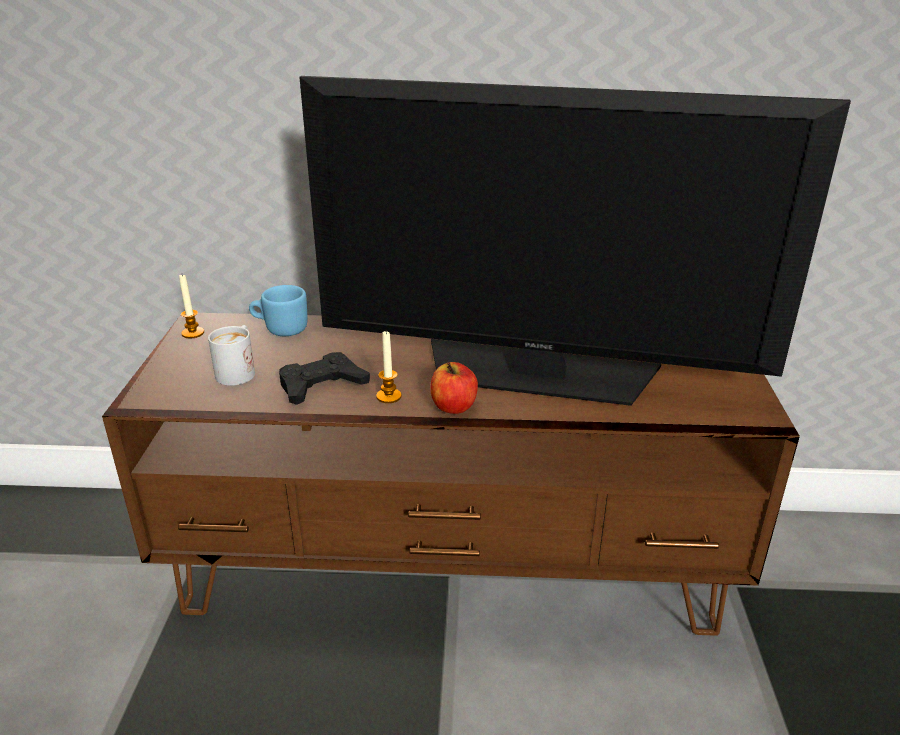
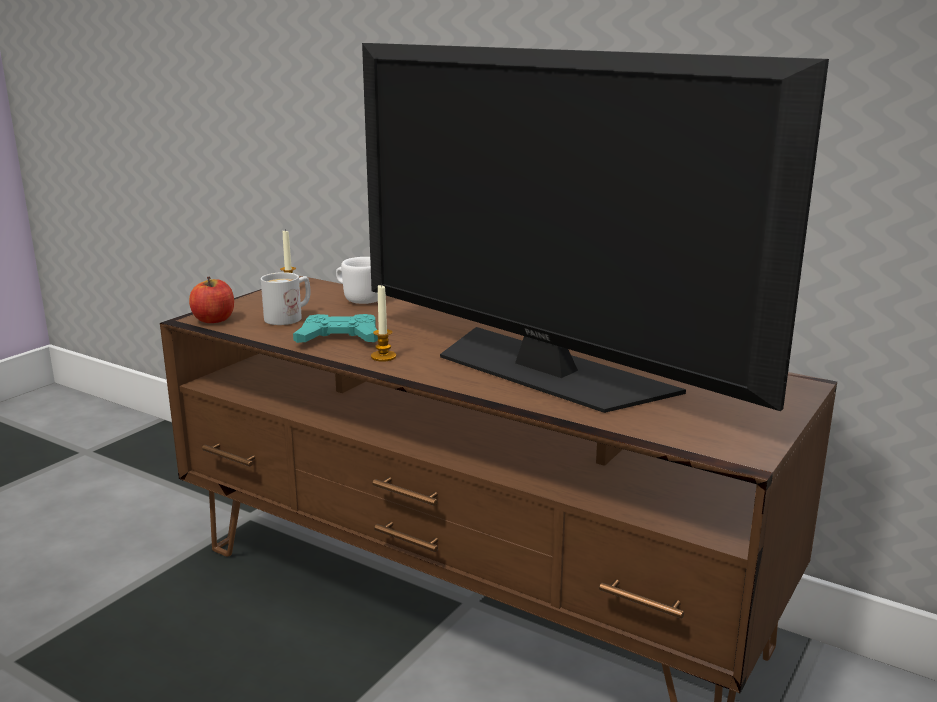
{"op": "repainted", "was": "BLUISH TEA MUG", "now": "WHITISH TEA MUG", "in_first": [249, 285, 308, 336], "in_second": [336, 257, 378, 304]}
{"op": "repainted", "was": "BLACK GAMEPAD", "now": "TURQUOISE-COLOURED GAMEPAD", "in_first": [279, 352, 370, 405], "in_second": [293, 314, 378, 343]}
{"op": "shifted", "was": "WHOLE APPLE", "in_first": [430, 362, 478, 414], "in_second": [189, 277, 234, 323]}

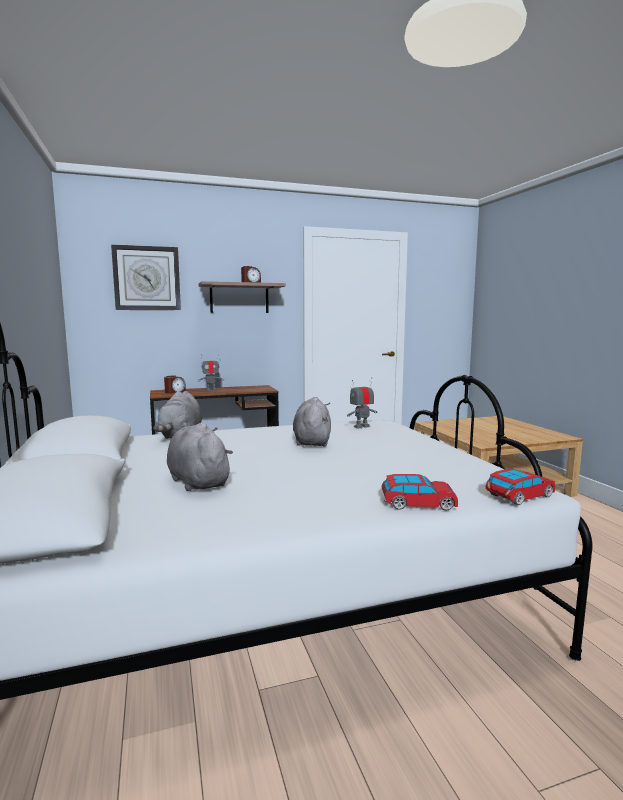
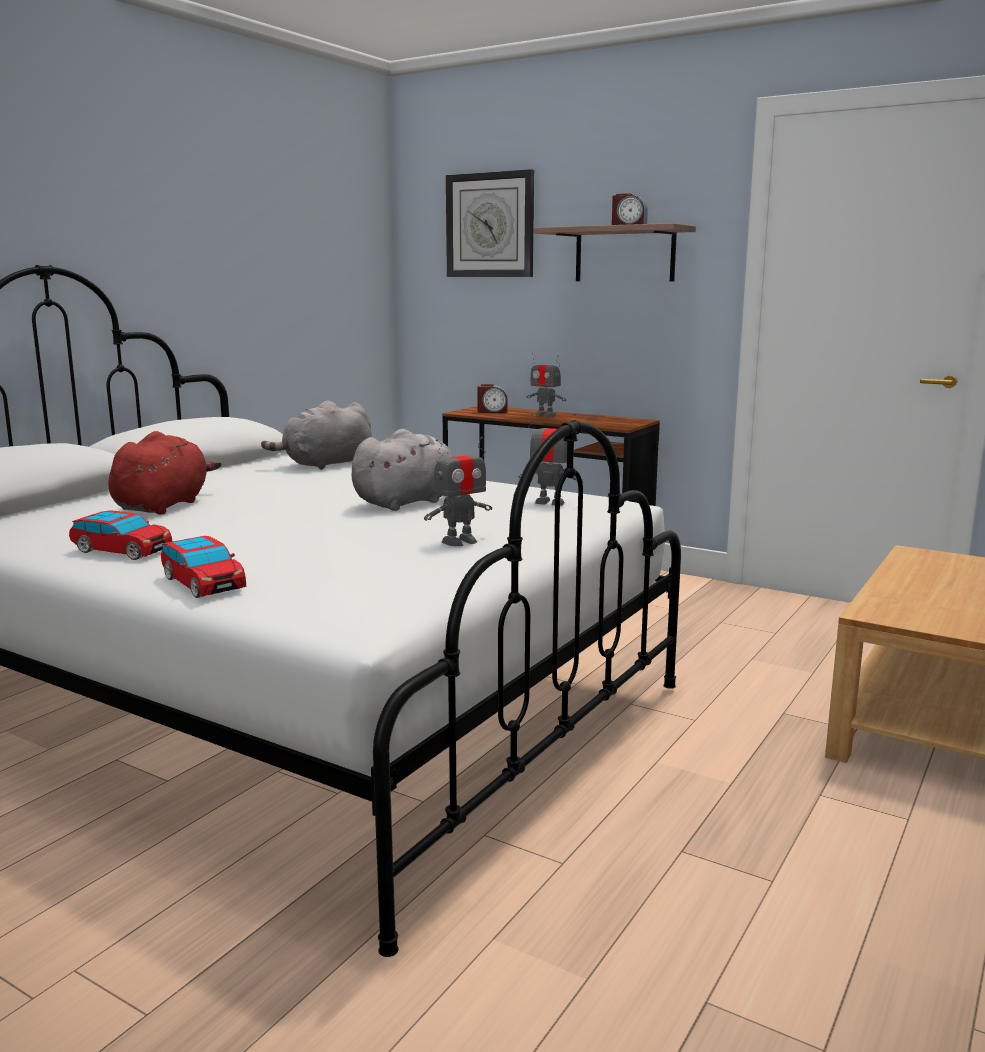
{"op": "repainted", "was": "GREY SOFT TOY", "now": "RED SOFT TOY", "in_first": [167, 422, 233, 491], "in_second": [108, 431, 221, 515]}
{"op": "shifted", "was": "TOY CAR", "in_first": [486, 468, 555, 505], "in_second": [69, 510, 173, 560]}
{"op": "new", "now": "MODEL ROBOT", "in_second": [424, 437, 492, 546]}

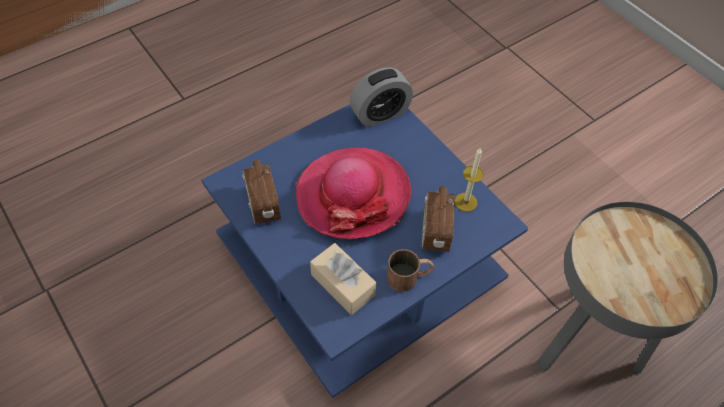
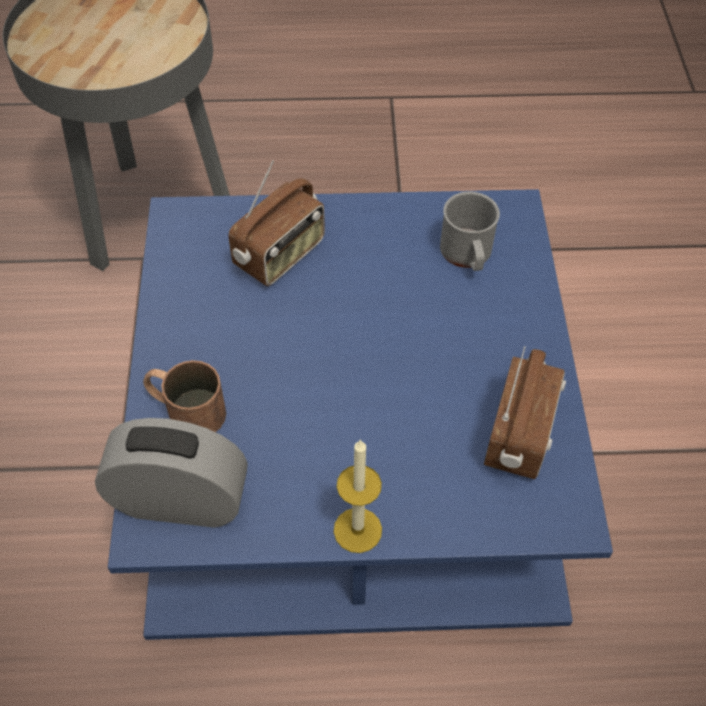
{"op": "gone", "was": "HAT", "in_first": [296, 148, 411, 239]}
{"op": "swapped", "was": "BEIGE-COLOURED TISSUE HOLDER", "now": "GREY TEA MUG", "in_first": [310, 243, 376, 315], "in_second": [440, 192, 500, 271]}
{"op": "shifted", "was": "BROWN-COLOURED TEA MUG", "in_first": [387, 249, 434, 292], "in_second": [143, 360, 226, 432]}
{"op": "shifted", "was": "WAX LIGHT", "in_first": [455, 148, 484, 212], "in_second": [334, 439, 382, 553]}

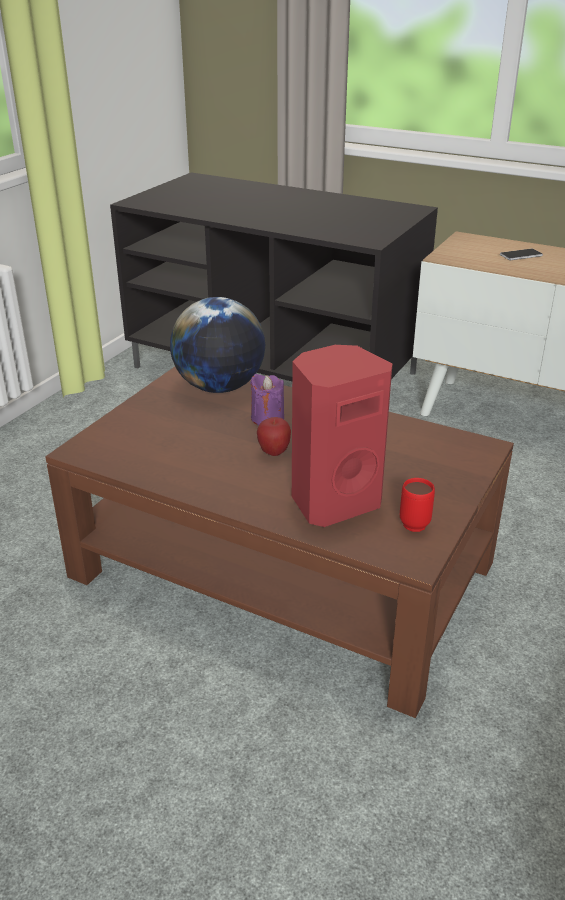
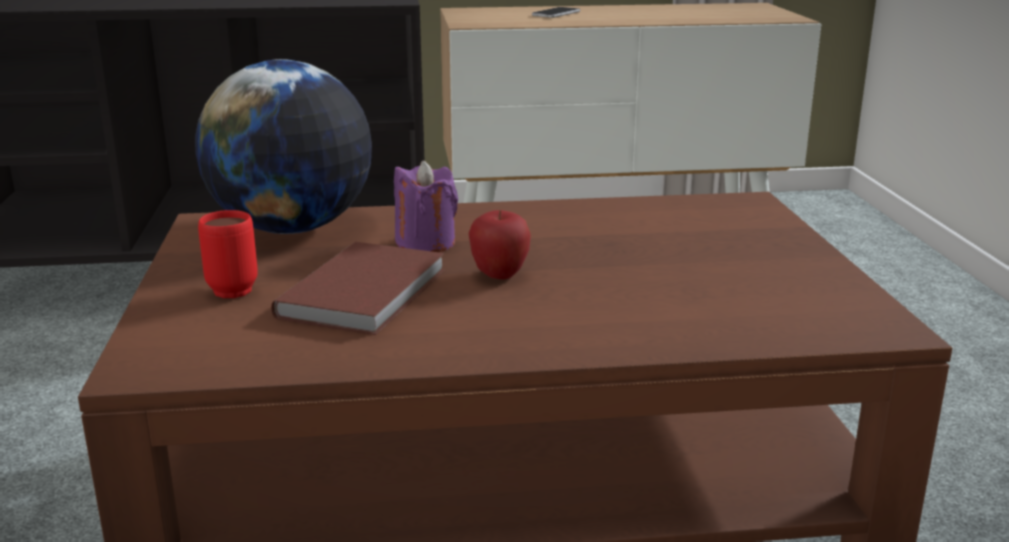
{"op": "gone", "was": "RED LOUDSPEAKER", "in_first": [292, 345, 392, 527]}
{"op": "shifted", "was": "RED TEA MUG", "in_first": [400, 478, 435, 532], "in_second": [198, 210, 258, 298]}
{"op": "new", "now": "BROWN-COLOURED BOUND BOOK", "in_second": [271, 242, 445, 335]}

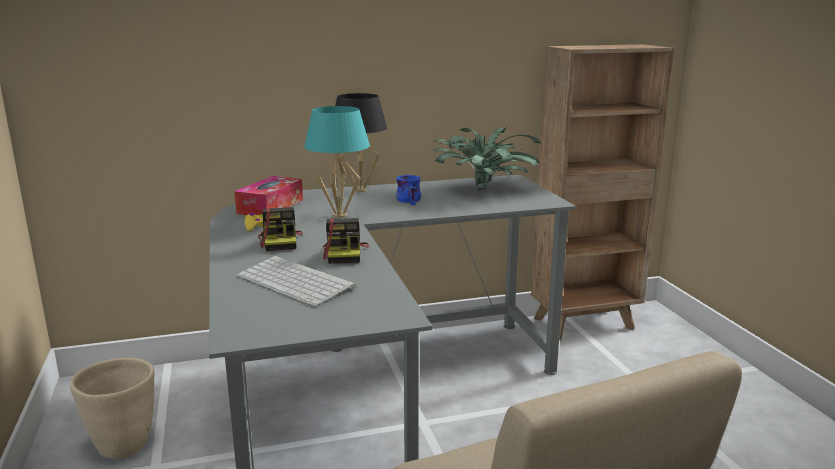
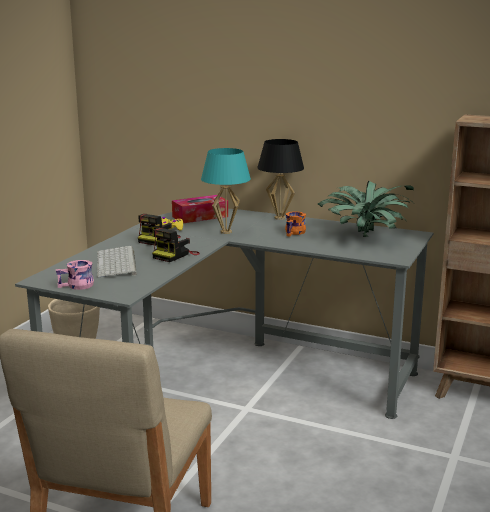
{"op": "repainted", "was": "BLUISH TEA MUG", "now": "ORANGE TEA MUG", "in_first": [396, 175, 421, 205], "in_second": [285, 211, 306, 237]}
{"op": "new", "now": "PINKISH TEA MUG", "in_second": [56, 260, 94, 290]}

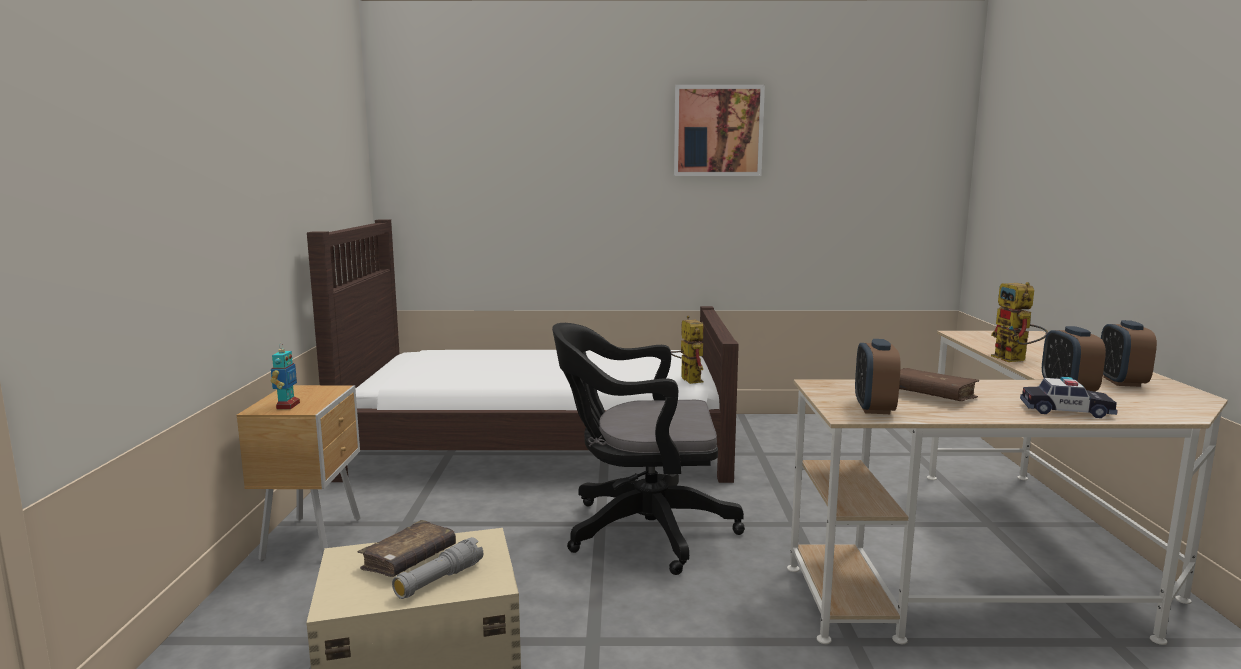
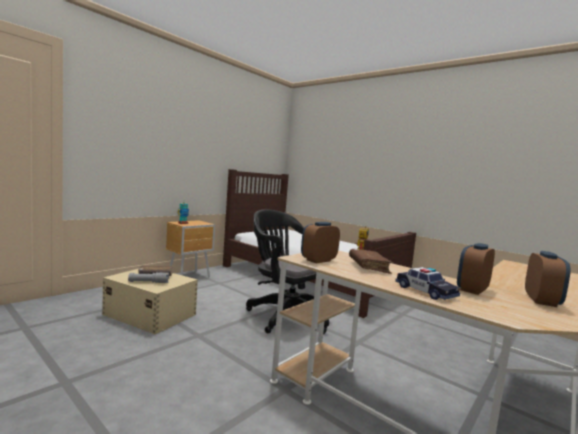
{"op": "gone", "was": "WALL PICTURE", "in_first": [674, 85, 765, 176]}
{"op": "gone", "was": "MODEL ROBOT", "in_first": [991, 282, 1048, 362]}
{"op": "rotated", "was": "BEDSIDE CLOCK", "in_first": [1101, 320, 1157, 387], "in_second": [525, 251, 571, 307], "clockwise": 150}

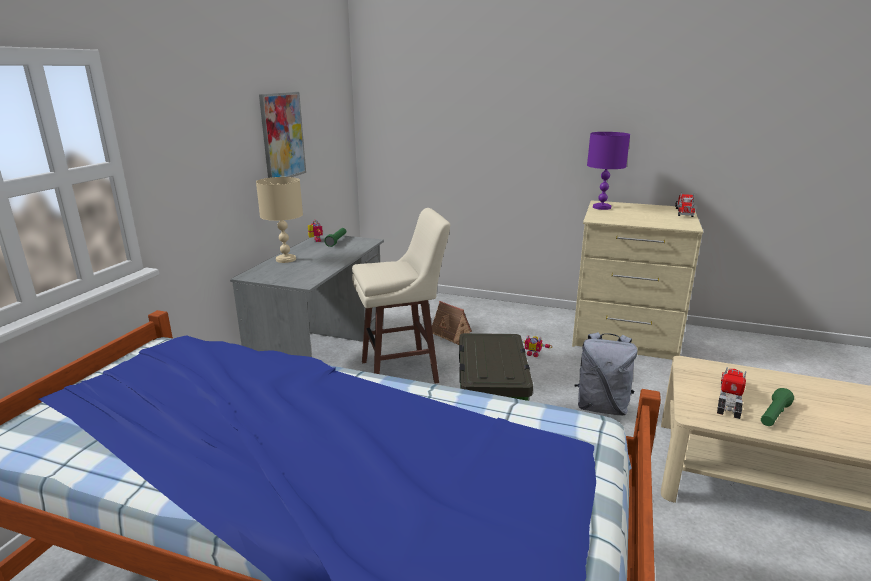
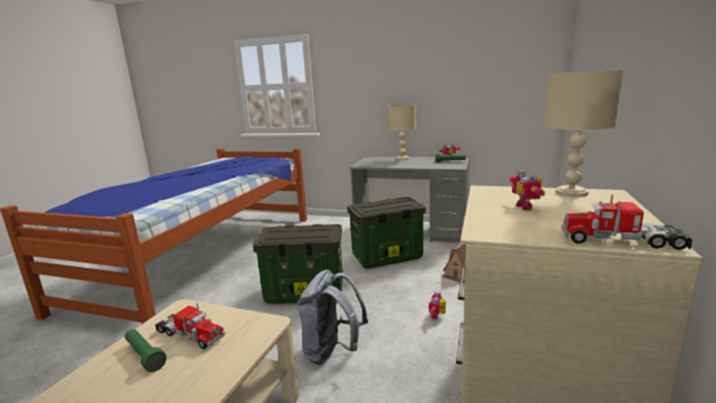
{"op": "gone", "was": "WALL PICTURE", "in_first": [259, 92, 306, 178]}
{"op": "swapped", "was": "BEIGE-COLOURED STOOL", "now": "STORAGE CONTAINER", "in_first": [352, 208, 450, 384], "in_second": [347, 197, 426, 269]}
{"op": "repainted", "was": "PURPLISH LAMP FOR A TABLE", "now": "BEIGE-COLOURED LAMP FOR A TABLE", "in_first": [587, 132, 630, 210], "in_second": [544, 70, 623, 197]}
{"op": "new", "now": "MODEL ROBOT", "in_second": [510, 170, 545, 210]}

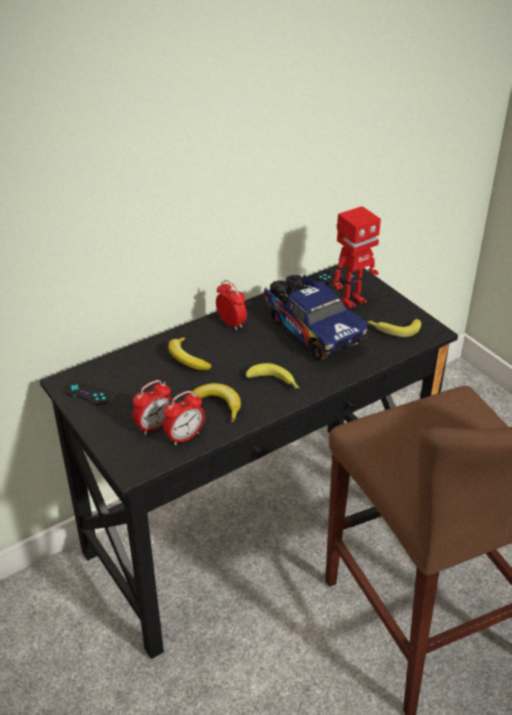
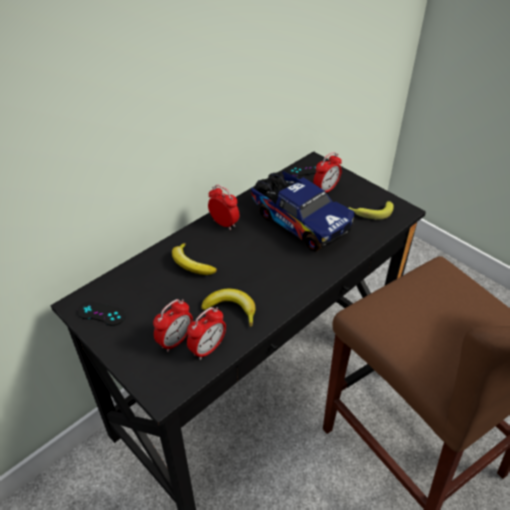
{"op": "gone", "was": "BANANA FRUIT", "in_first": [246, 363, 300, 389]}
{"op": "swapped", "was": "MODEL ROBOT", "now": "BEDSIDE CLOCK", "in_first": [333, 206, 381, 308], "in_second": [313, 152, 342, 193]}

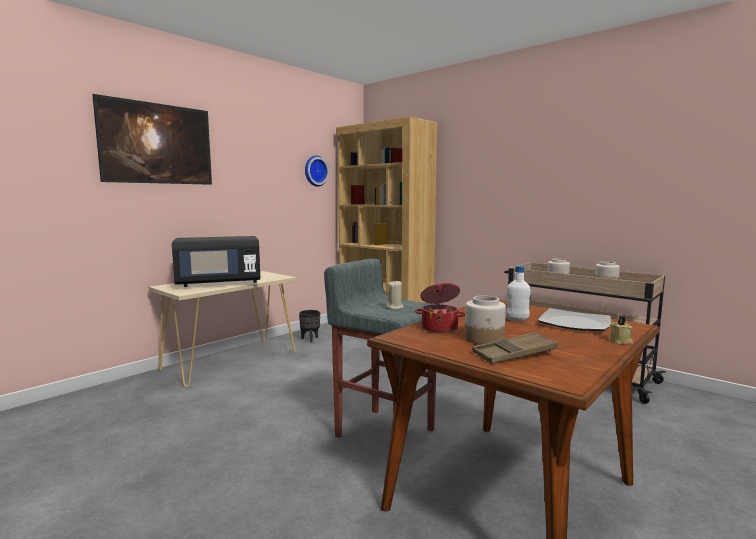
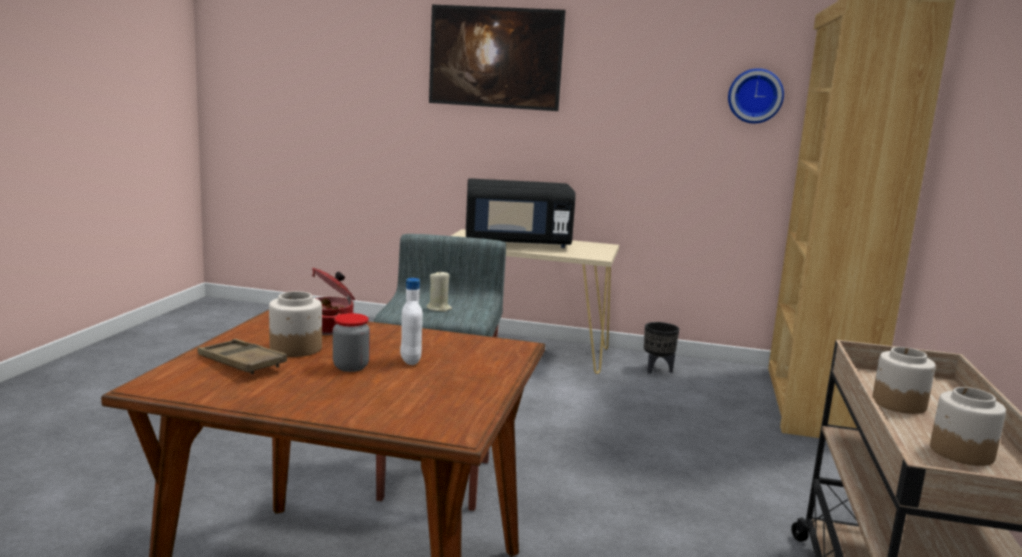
{"op": "rotated", "was": "BLACK MICROWAVE OVEN", "in_first": [172, 236, 260, 287], "in_second": [466, 178, 576, 248], "clockwise": -45}
{"op": "gone", "was": "PLATE", "in_first": [538, 308, 611, 331]}
{"op": "gone", "was": "BEIGE-COLOURED WAX LIGHT", "in_first": [609, 316, 633, 344]}
{"op": "new", "now": "PRESERVE JAR", "in_second": [333, 313, 370, 372]}

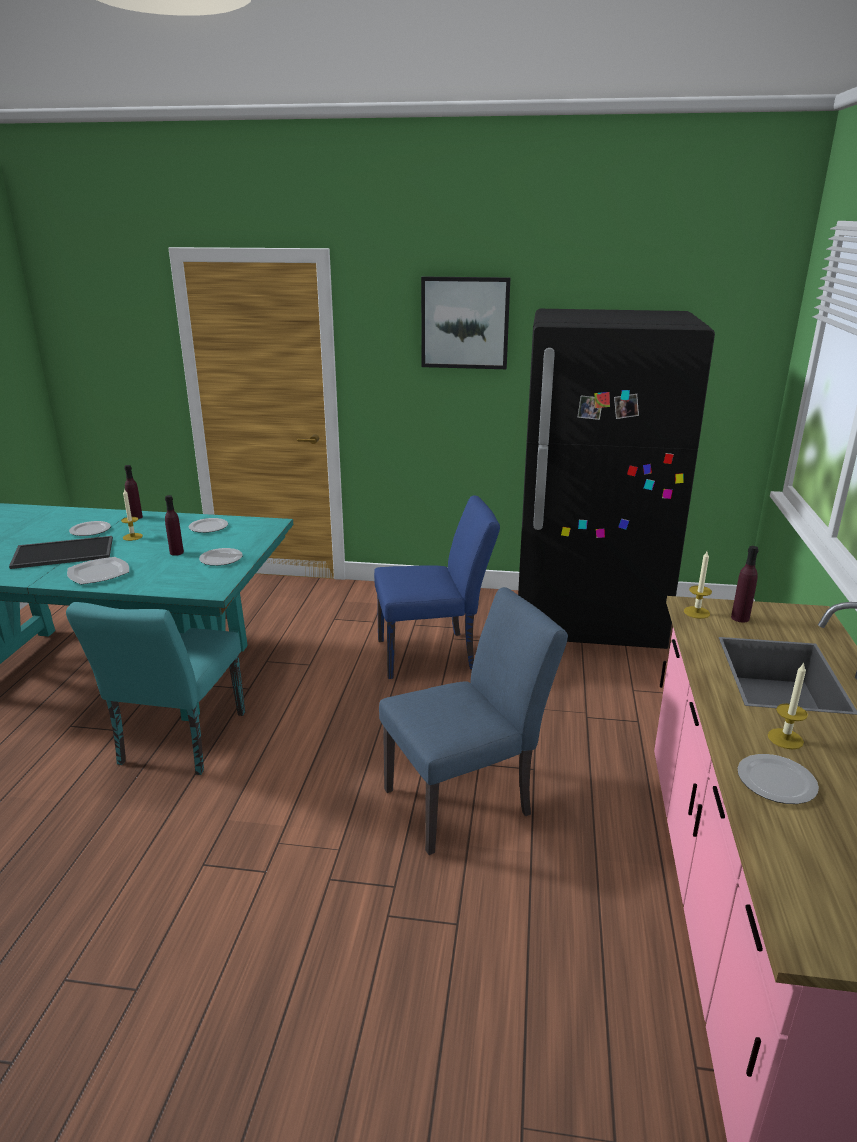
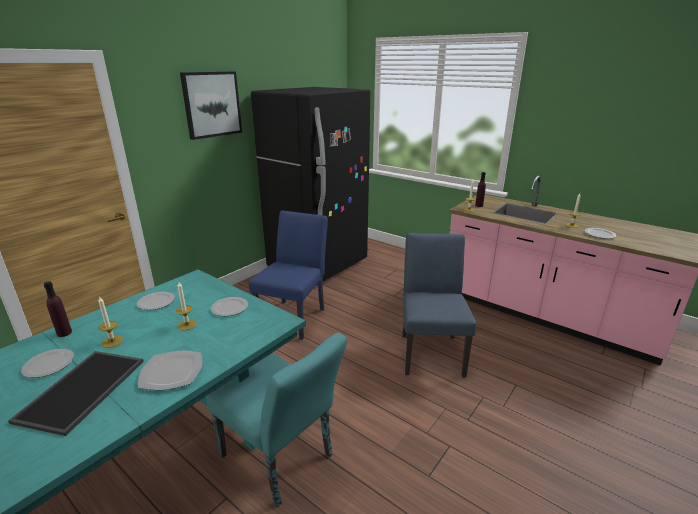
{"op": "swapped", "was": "PURPLISH BEVERAGE BOTTLE", "now": "WAX LIGHT", "in_first": [165, 495, 184, 556], "in_second": [176, 282, 197, 330]}

